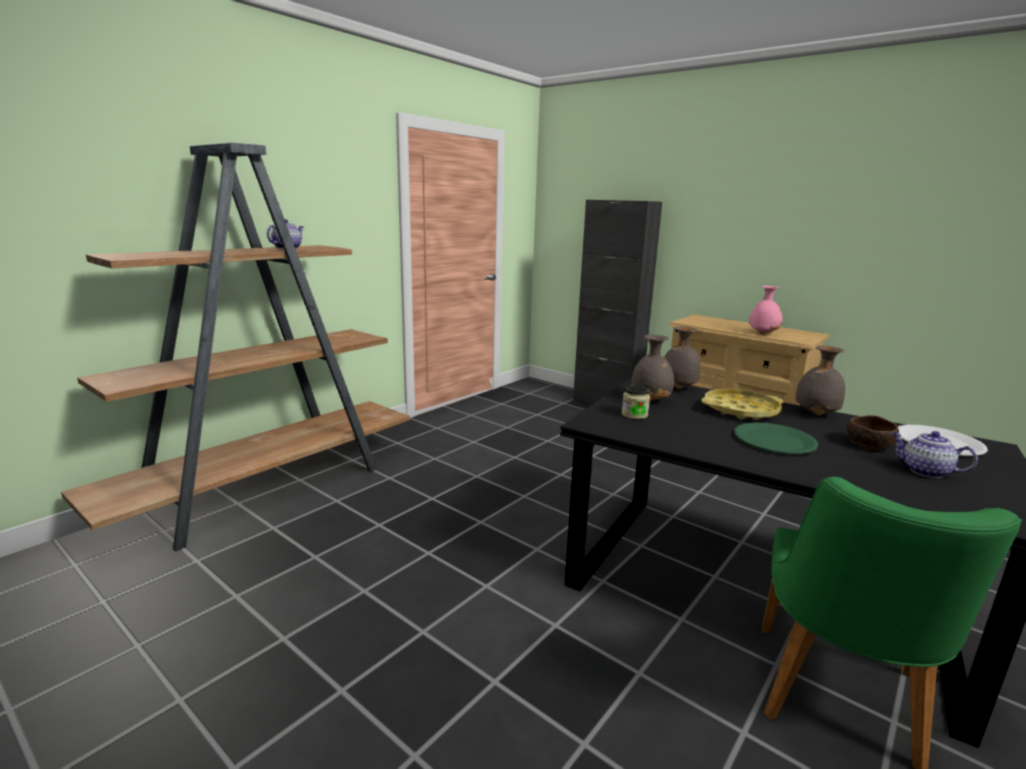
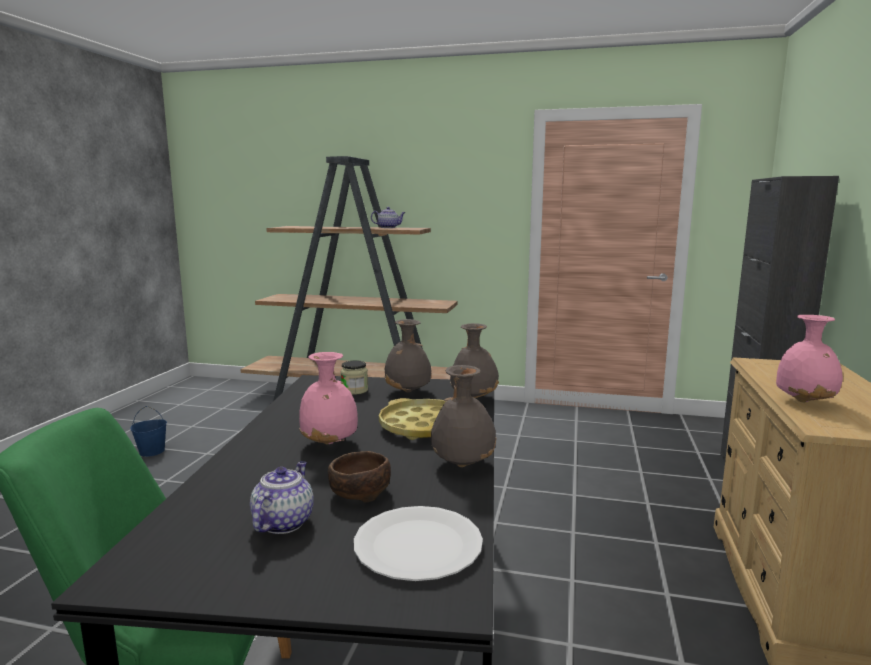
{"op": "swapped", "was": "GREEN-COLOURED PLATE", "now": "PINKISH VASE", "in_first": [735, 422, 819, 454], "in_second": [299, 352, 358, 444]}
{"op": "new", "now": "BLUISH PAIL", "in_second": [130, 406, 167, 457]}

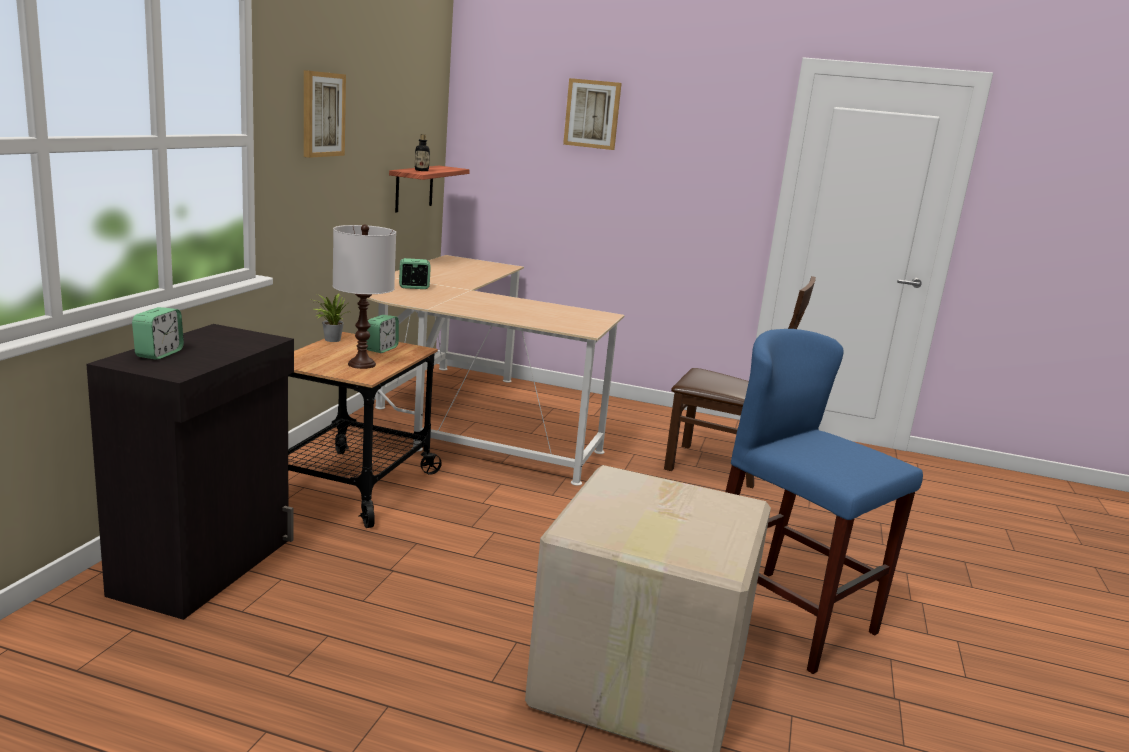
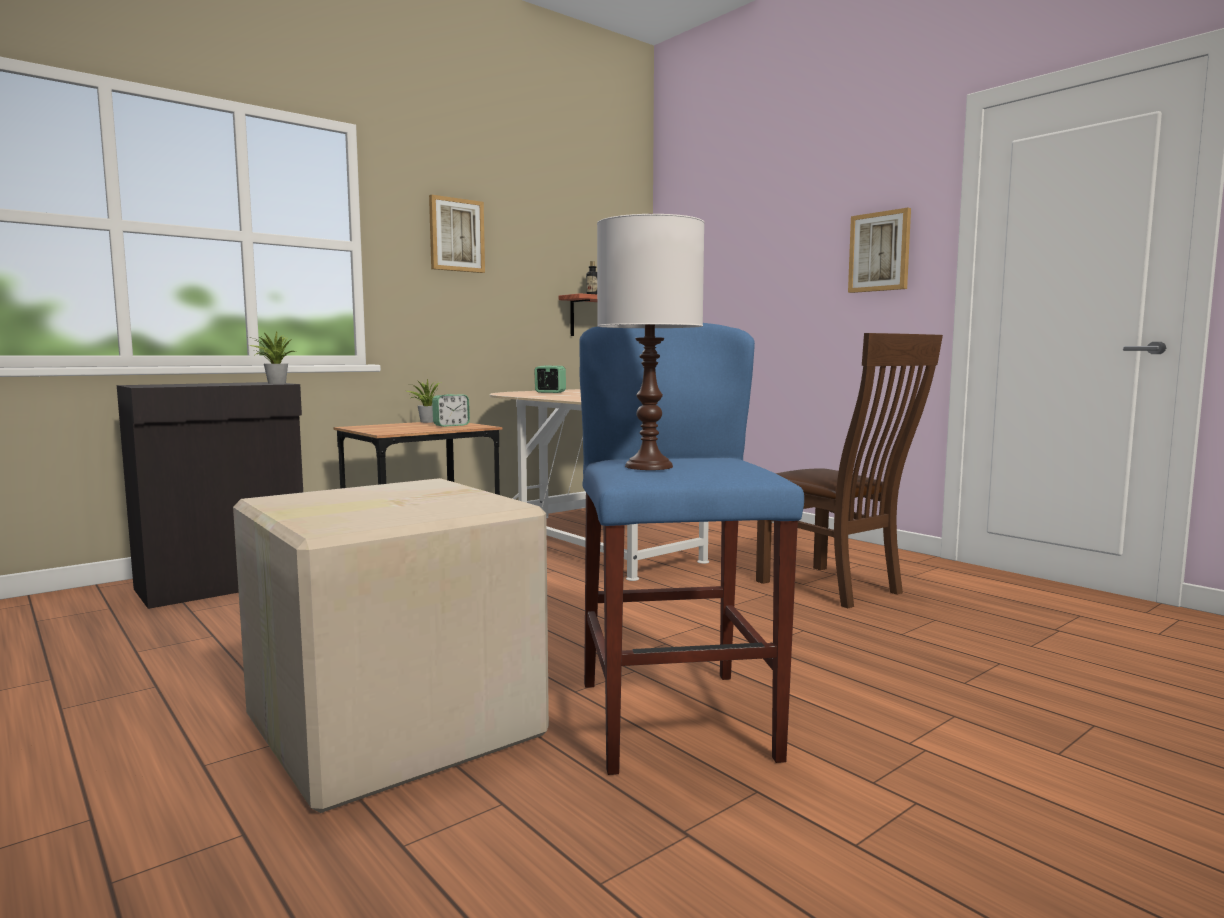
{"op": "gone", "was": "BEDSIDE CLOCK", "in_first": [132, 307, 184, 360]}
{"op": "shifted", "was": "WHITISH LAMP FOR A TABLE", "in_first": [333, 224, 396, 369], "in_second": [597, 213, 704, 470]}
{"op": "shifted", "was": "WALL PICTURE", "in_first": [563, 78, 622, 150], "in_second": [848, 208, 911, 293]}
{"op": "new", "now": "POTTED PLANT", "in_second": [248, 332, 296, 384]}

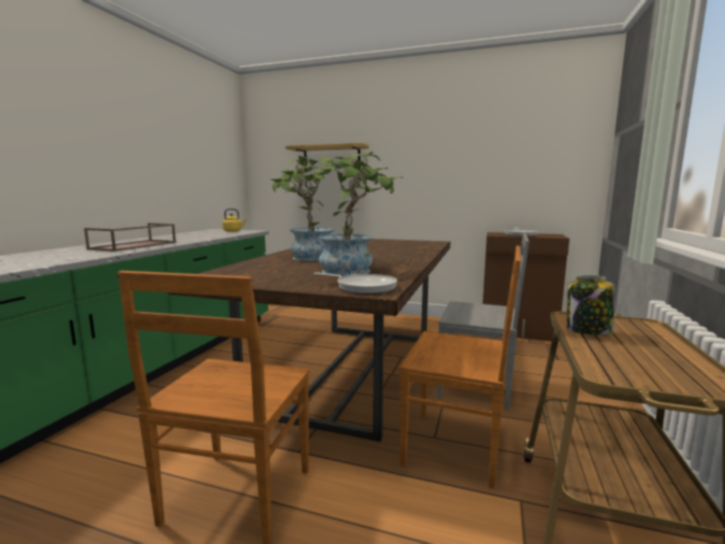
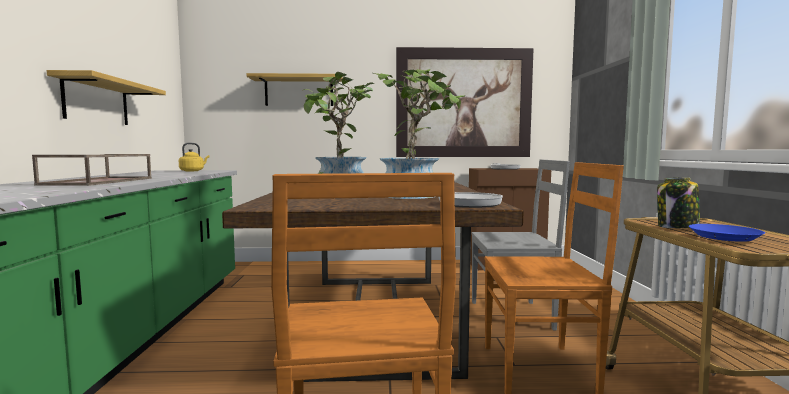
{"op": "new", "now": "SHELF", "in_second": [47, 70, 166, 125]}
{"op": "new", "now": "WALL PICTURE", "in_second": [396, 47, 534, 157]}
{"op": "new", "now": "BLUISH PLATE", "in_second": [689, 224, 765, 242]}

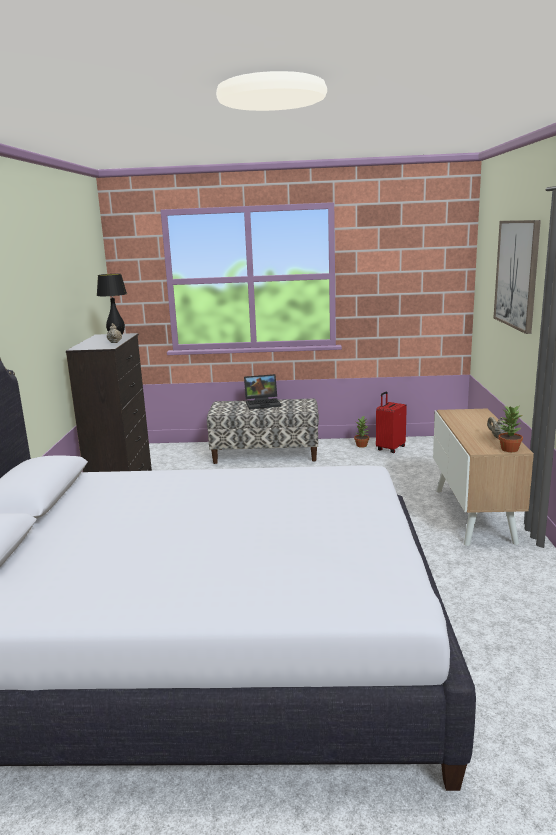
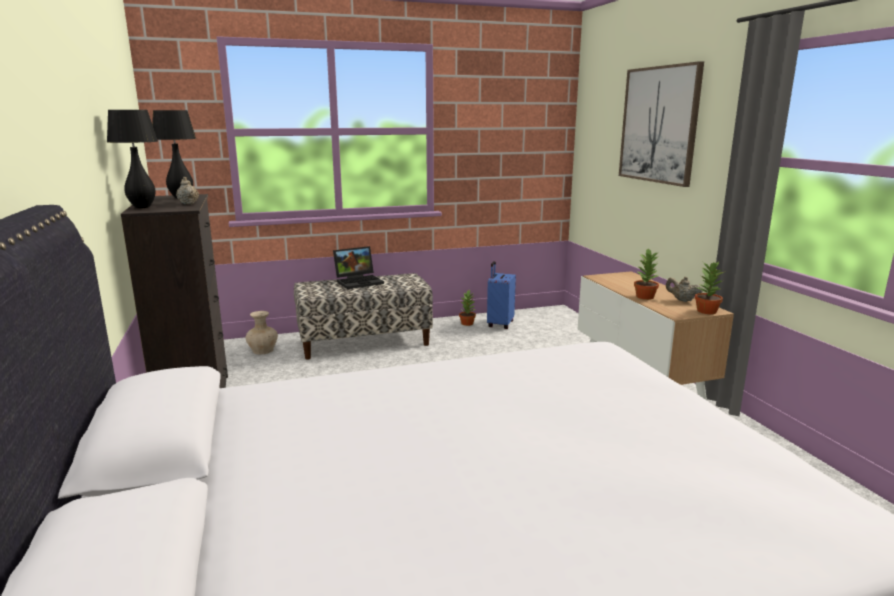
{"op": "repainted", "was": "RED SUITCASE", "now": "BLUISH SUITCASE", "in_first": [376, 391, 407, 453], "in_second": [487, 261, 516, 329]}
{"op": "new", "now": "BLACK LAMP FOR A TABLE", "in_second": [107, 110, 158, 208]}
{"op": "new", "now": "BEIGE-COLOURED VASE", "in_second": [246, 311, 278, 354]}
{"op": "new", "now": "POTTED PLANT", "in_second": [634, 249, 659, 300]}

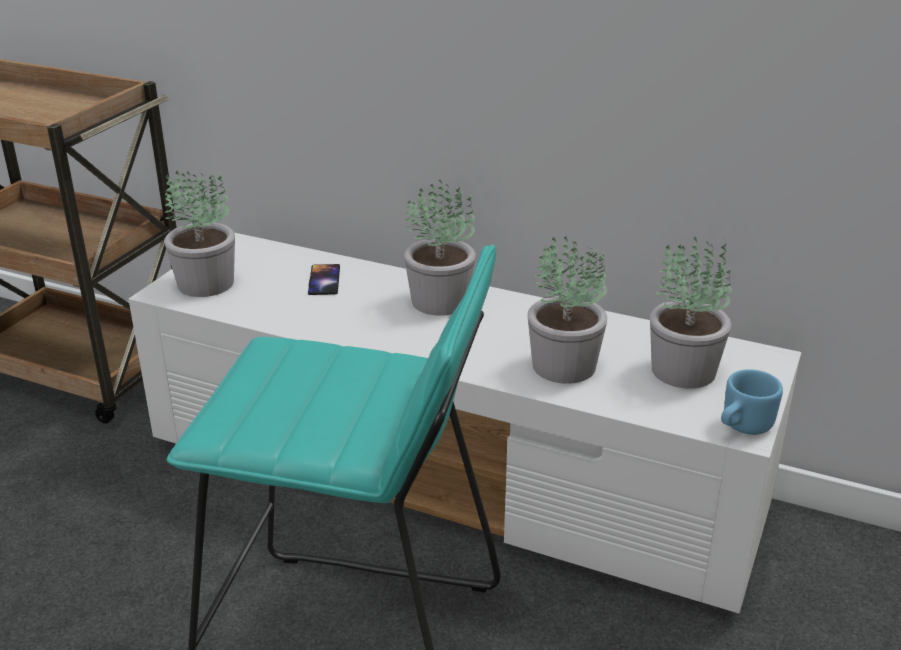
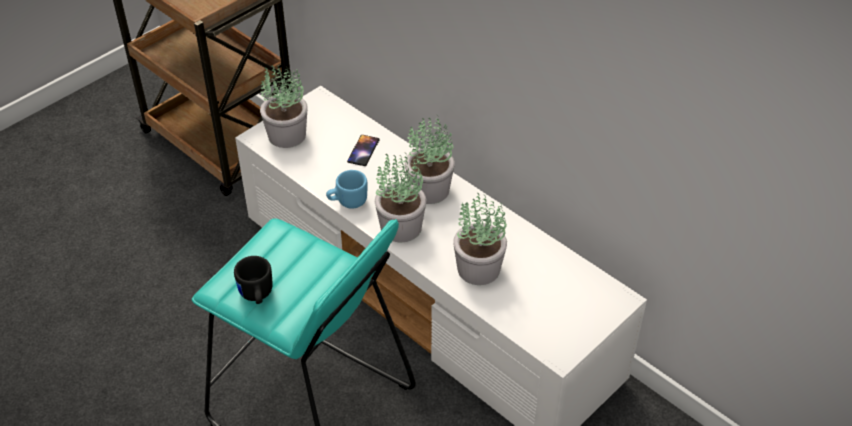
{"op": "shifted", "was": "POTTED PLANT", "in_first": [650, 237, 732, 389], "in_second": [375, 152, 426, 242]}
{"op": "shifted", "was": "BLUISH TEA MUG", "in_first": [721, 369, 783, 435], "in_second": [326, 170, 367, 209]}
{"op": "new", "now": "BLACK TEA MUG", "in_second": [234, 256, 273, 304]}

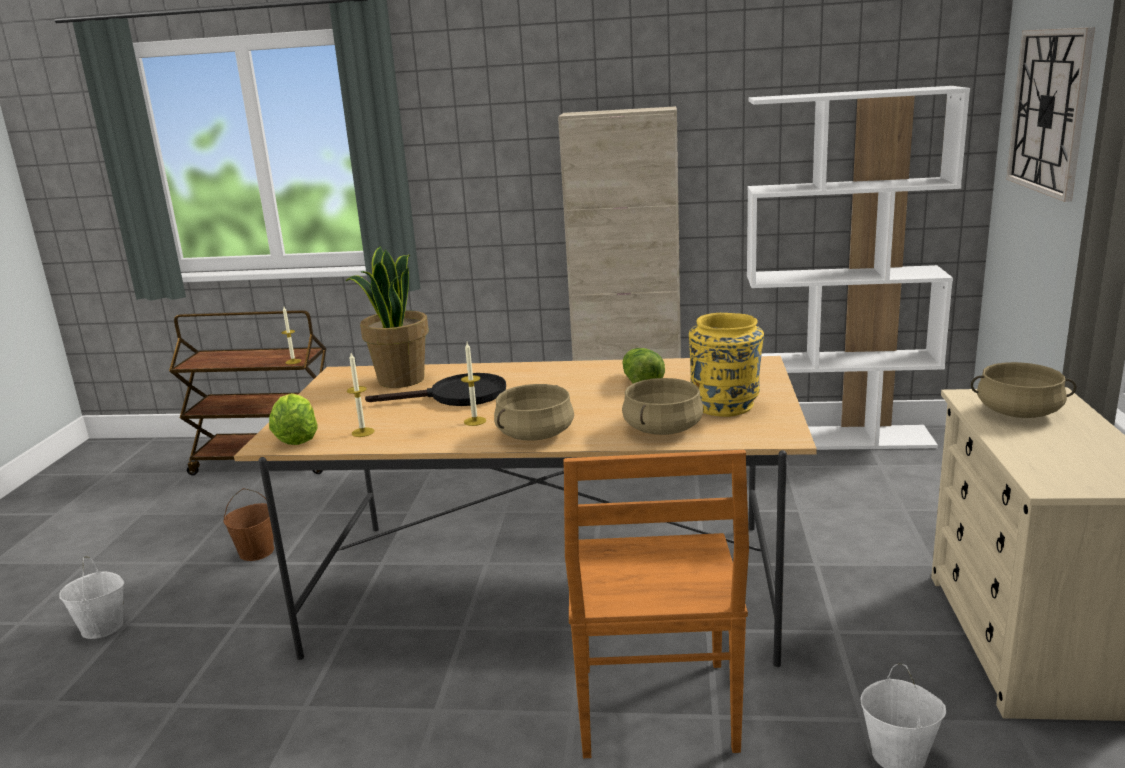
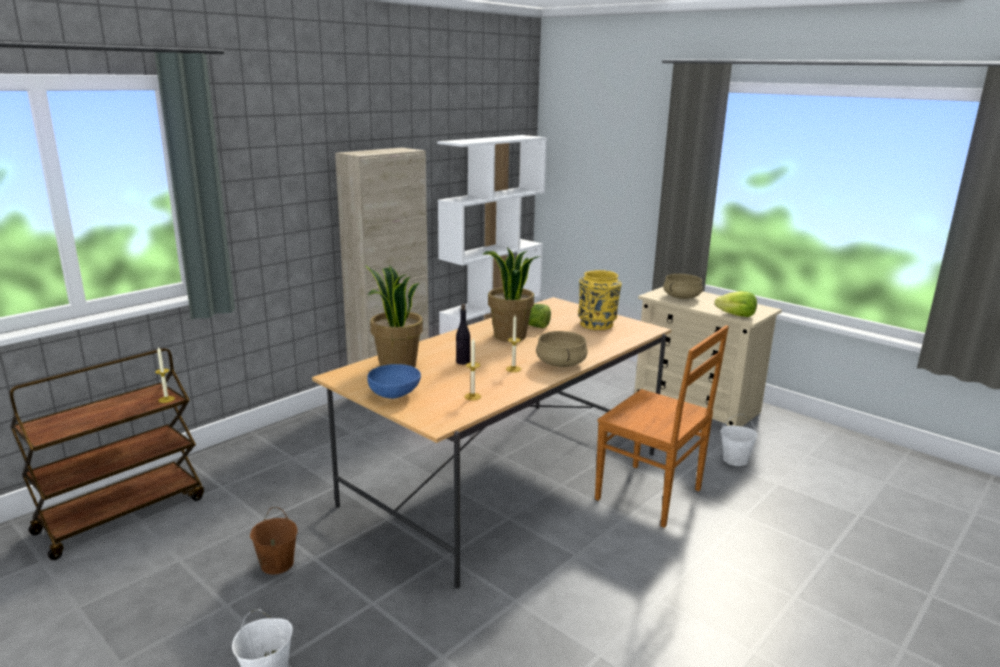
{"op": "shifted", "was": "HEAD OF LETTUCE", "in_first": [269, 393, 318, 445], "in_second": [715, 291, 757, 317]}
{"op": "swapped", "was": "BLACK FRYING PAN", "now": "BLACK BEVERAGE BOTTLE", "in_first": [365, 373, 506, 406], "in_second": [456, 304, 470, 365]}
{"op": "gone", "was": "BEIGE-COLOURED SAUCEPOT", "in_first": [622, 378, 704, 435]}
{"op": "gone", "was": "CLOCK ON THE WALL", "in_first": [1006, 27, 1095, 202]}
{"op": "new", "now": "BLUISH BOWL", "in_second": [367, 364, 421, 399]}
{"op": "new", "now": "POTTED PLANT", "in_second": [483, 247, 541, 342]}

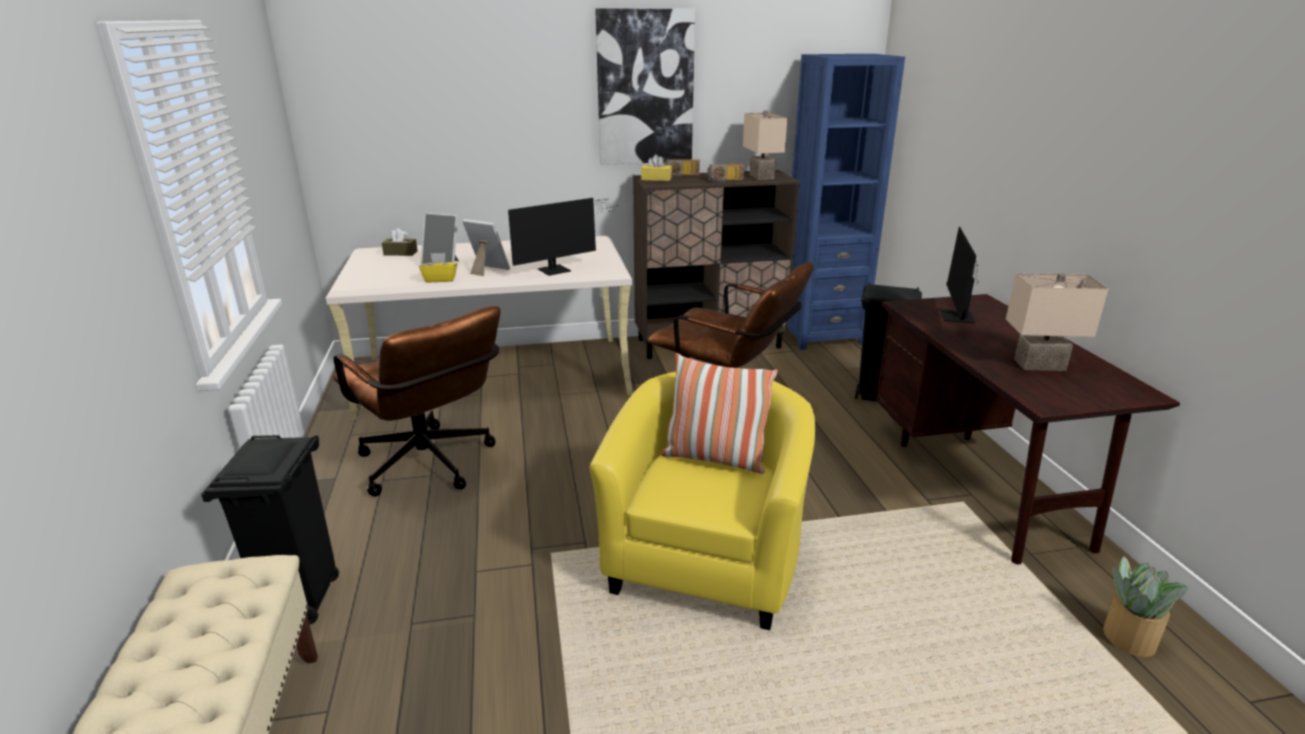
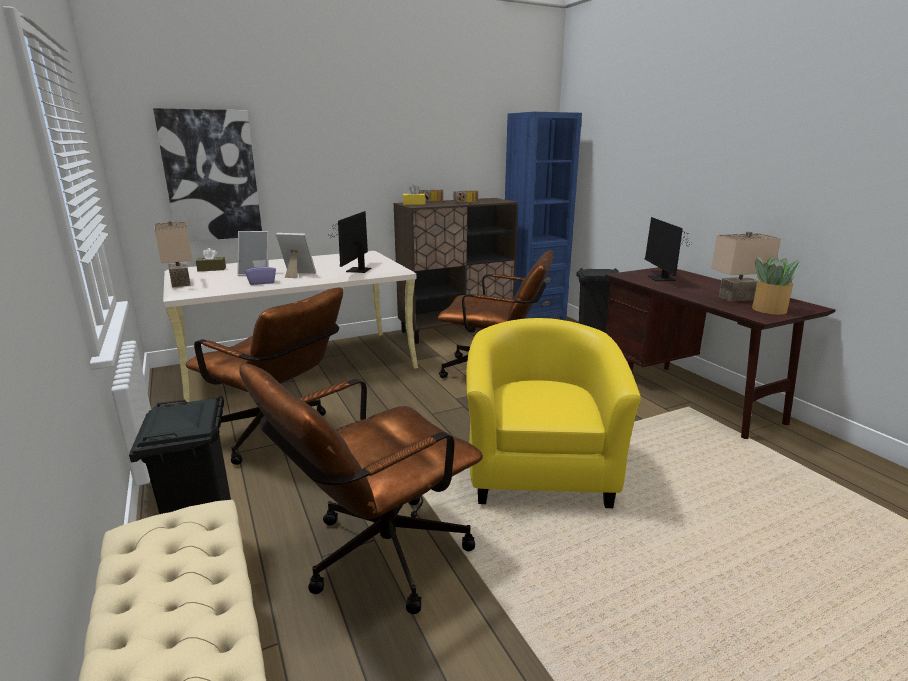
{"op": "repainted", "was": "YELLOW TISSUE HOLDER", "now": "PURPLISH TISSUE HOLDER", "in_first": [419, 253, 457, 283], "in_second": [245, 260, 276, 285]}
{"op": "rotated", "was": "COMPUTER DISPLAY", "in_first": [508, 198, 617, 276], "in_second": [328, 211, 371, 273], "clockwise": 150}
{"op": "shifted", "was": "WALL PICTURE", "in_first": [595, 9, 695, 165], "in_second": [153, 108, 262, 241]}
{"op": "gone", "was": "THROW PILLOW", "in_first": [661, 353, 778, 474]}
{"op": "shifted", "was": "BEIGE-COLOURED LAMP FOR A TABLE", "in_first": [743, 111, 787, 180], "in_second": [155, 221, 193, 288]}
{"op": "shifted", "was": "POTTED PLANT", "in_first": [1103, 556, 1188, 657], "in_second": [752, 256, 801, 315]}
{"op": "new", "now": "BROWN-COLOURED COMPUTER CHAIR", "in_second": [239, 363, 483, 614]}

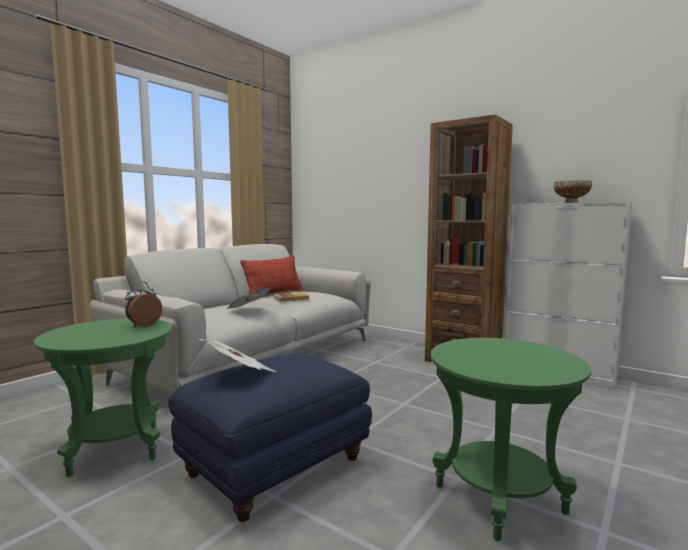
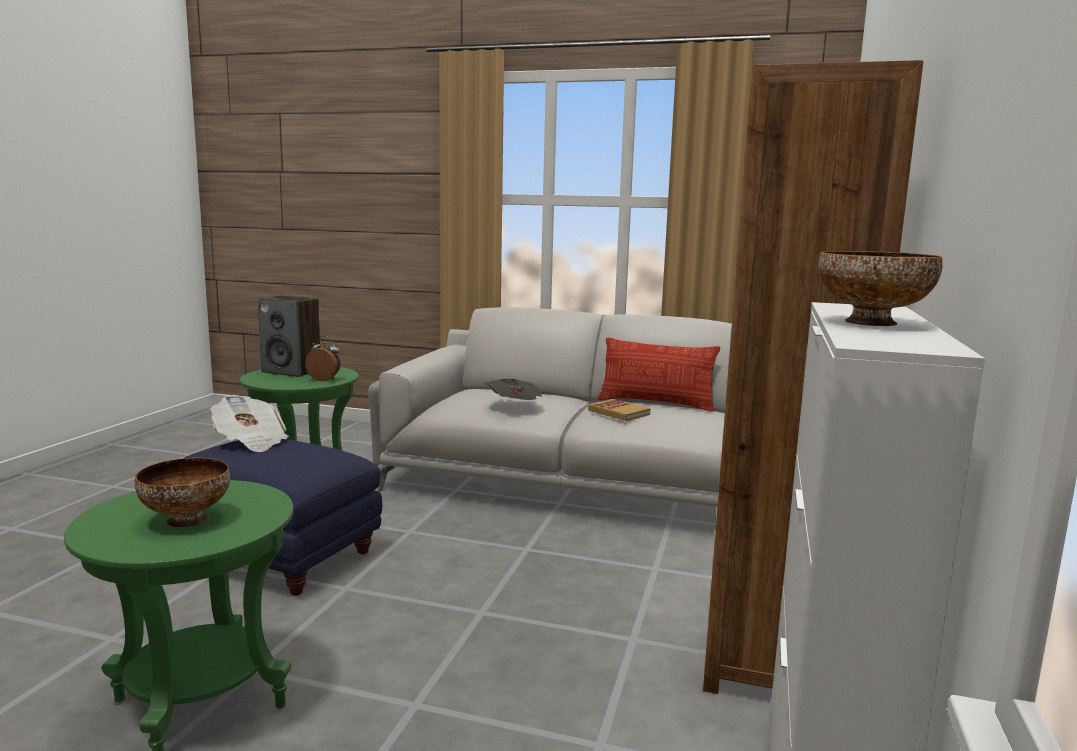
{"op": "new", "now": "BOWL", "in_second": [135, 458, 230, 528]}
{"op": "new", "now": "LOUDSPEAKER", "in_second": [258, 295, 321, 377]}

